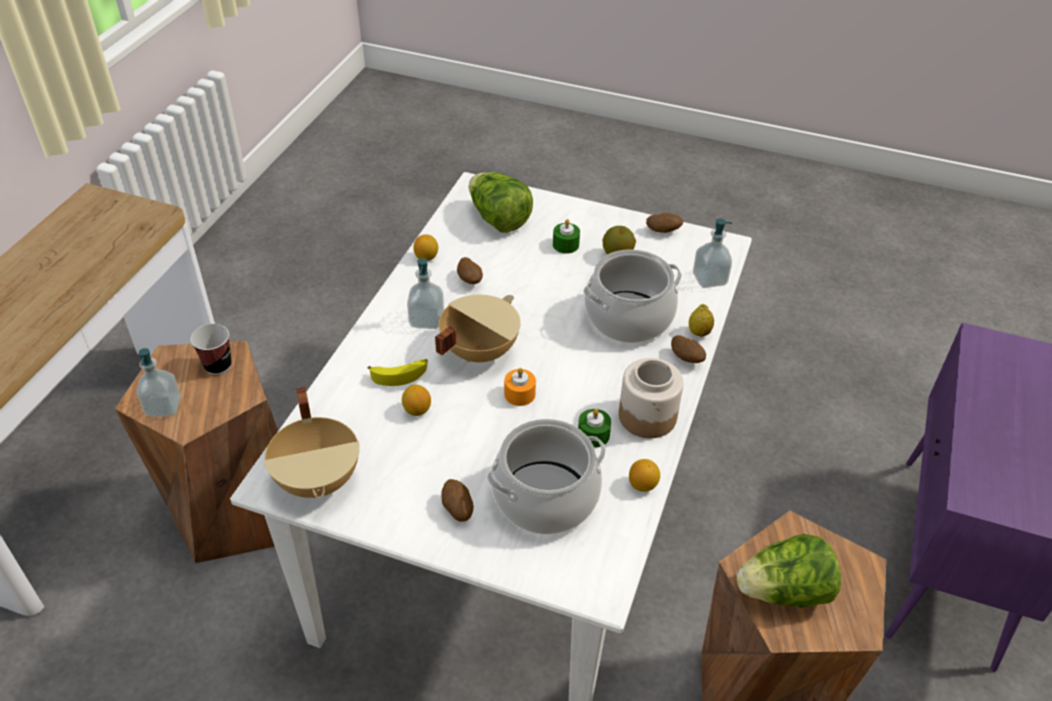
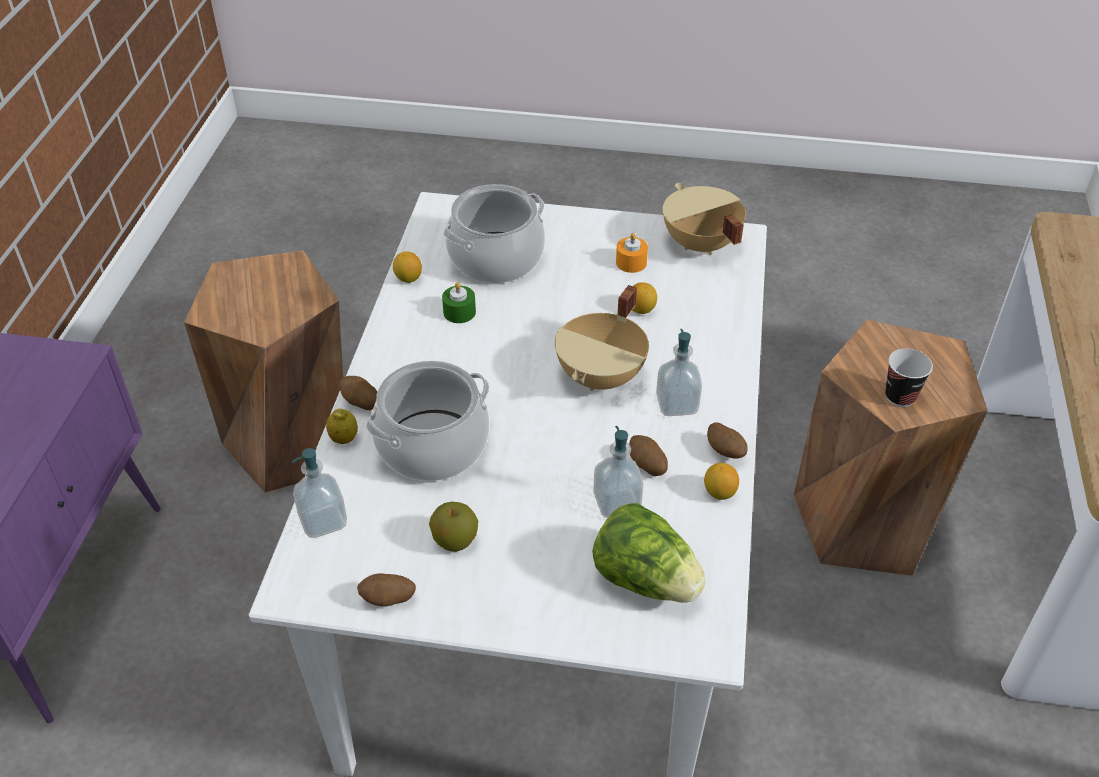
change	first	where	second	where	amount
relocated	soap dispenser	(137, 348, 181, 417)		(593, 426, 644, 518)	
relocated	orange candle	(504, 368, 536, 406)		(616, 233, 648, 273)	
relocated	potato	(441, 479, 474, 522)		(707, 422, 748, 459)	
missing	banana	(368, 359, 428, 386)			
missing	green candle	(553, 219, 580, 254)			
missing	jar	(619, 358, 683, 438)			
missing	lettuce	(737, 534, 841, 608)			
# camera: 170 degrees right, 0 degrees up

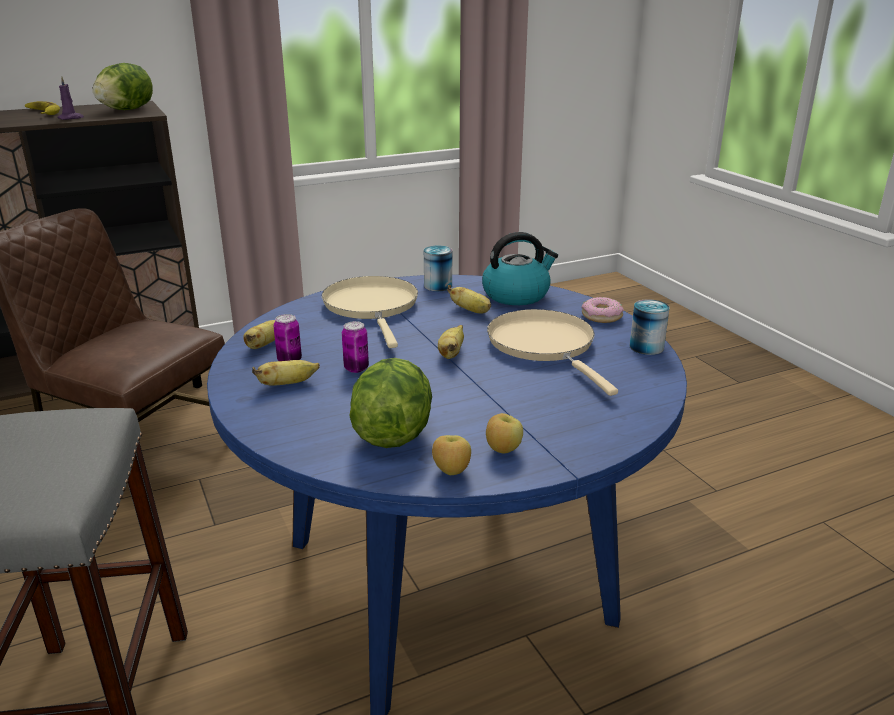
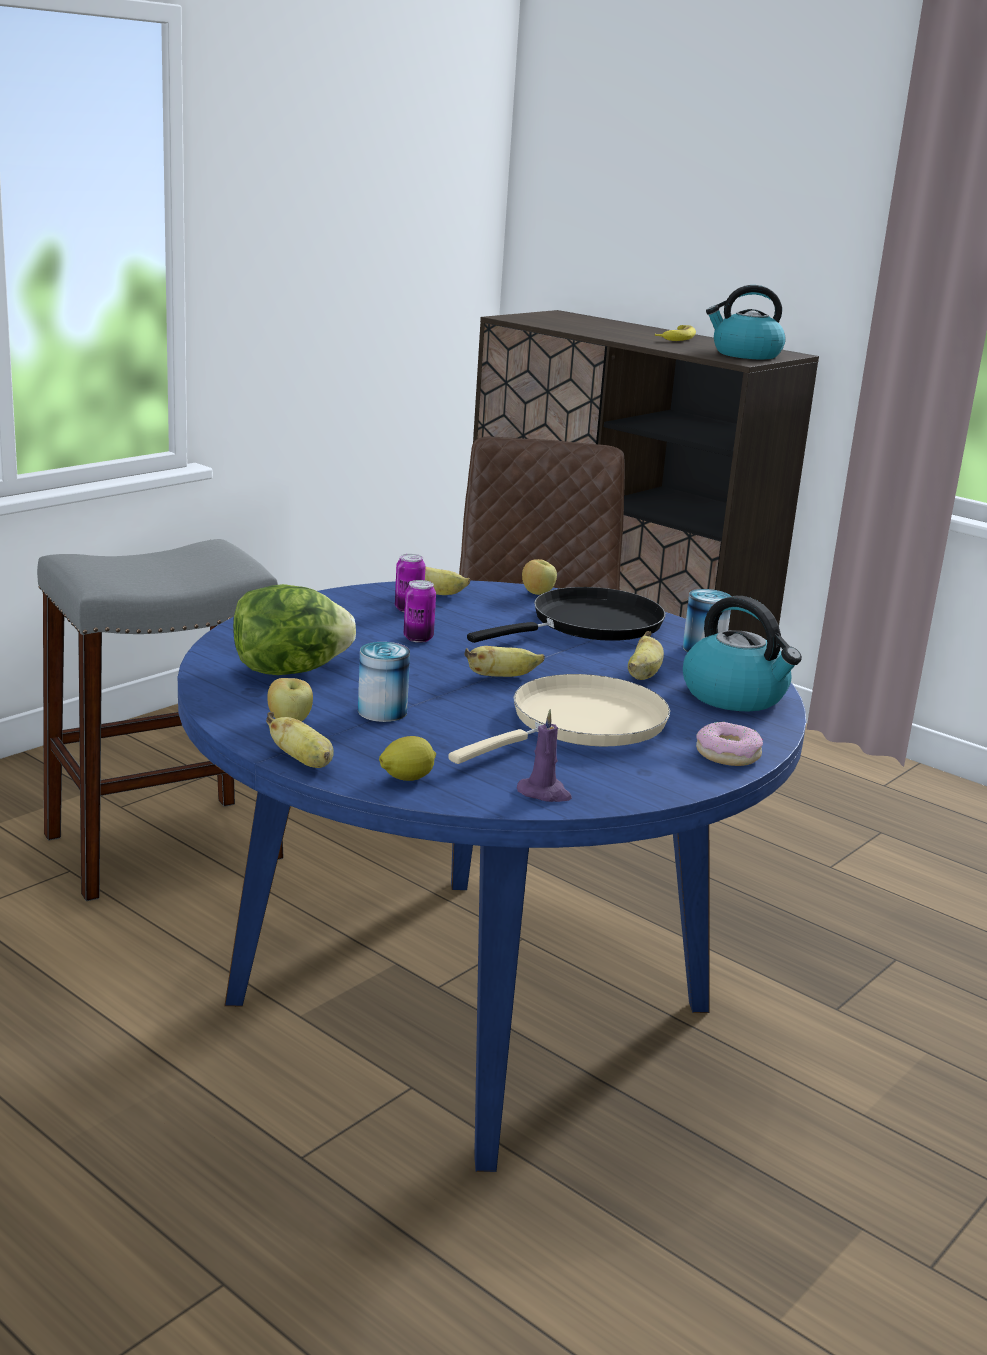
change	first	where	second	where	amount
relocated	banana	(252, 360, 320, 386)		(266, 712, 334, 768)	
relocated	can	(630, 299, 670, 355)		(358, 642, 410, 722)	
appeared			lemon	(379, 736, 436, 781)	
colour	beige frying pan	(322, 276, 418, 348)	black frying pan	(467, 587, 665, 643)	
relocated	purple candle	(58, 76, 84, 120)		(517, 709, 572, 802)	
relocated	apple	(432, 435, 471, 475)		(522, 559, 557, 595)	
exchanged	lettuce	(93, 63, 153, 110)	kettle	(706, 285, 786, 359)	
# camera: 65 degrees right, 5 degrees down

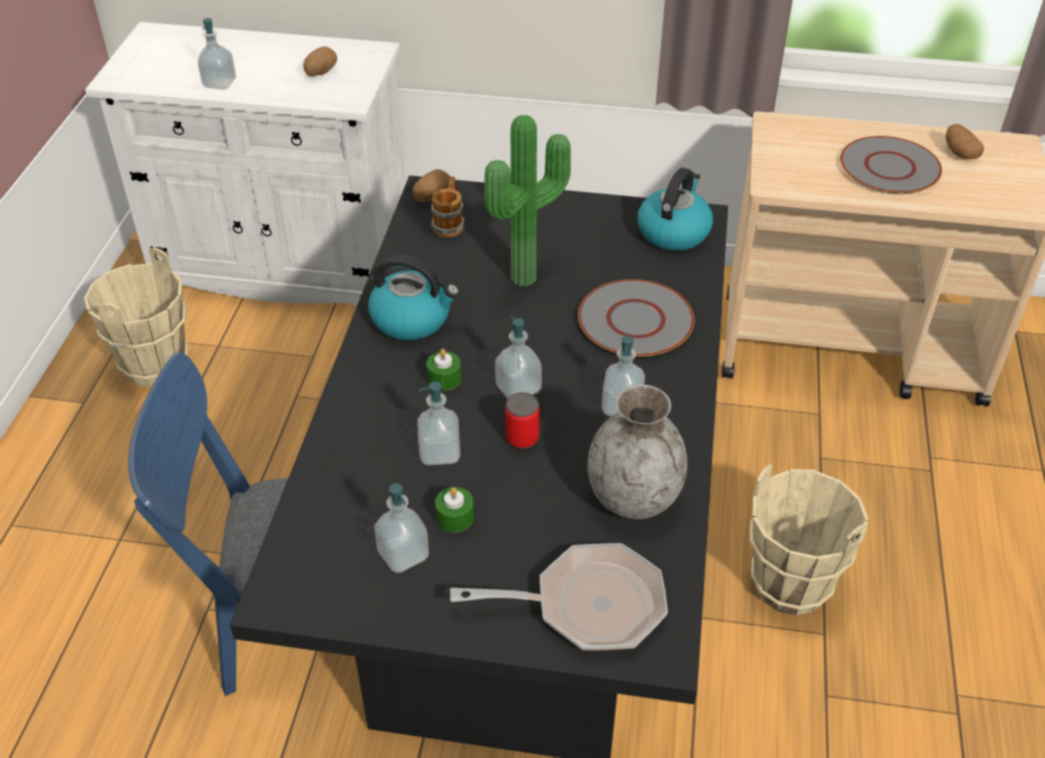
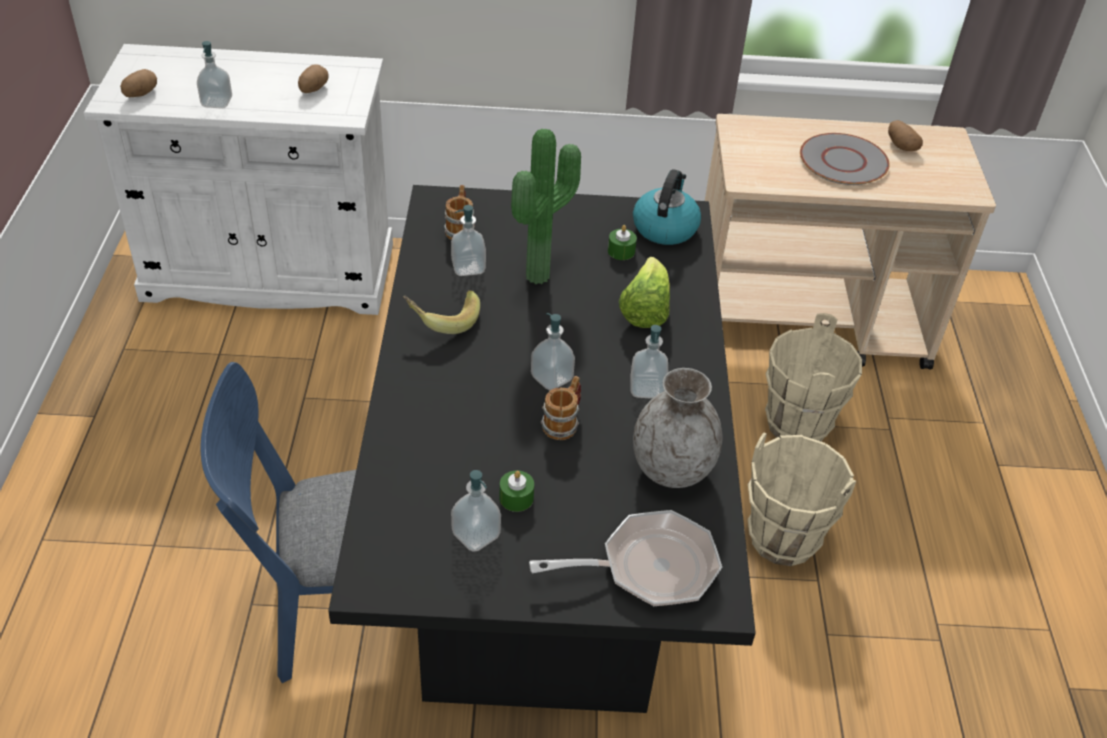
change	first	where	second	where	amount
relocated	potato	(413, 169, 450, 202)		(120, 69, 157, 97)	
exchanged	kettle	(368, 255, 459, 340)	banana	(403, 290, 480, 334)	
relocated	soap dispenser	(417, 381, 460, 465)		(451, 205, 486, 276)	
exchanged	can	(505, 392, 539, 449)	mug	(541, 376, 581, 440)	
relocated	green candle	(427, 349, 461, 391)		(608, 225, 637, 260)	
exchanged	grey plate	(578, 279, 694, 357)	lettuce	(619, 257, 670, 328)	
relocated	beige bucket	(84, 248, 188, 387)		(765, 313, 862, 441)	
# camera: 10 degrees left, 0 degrees up

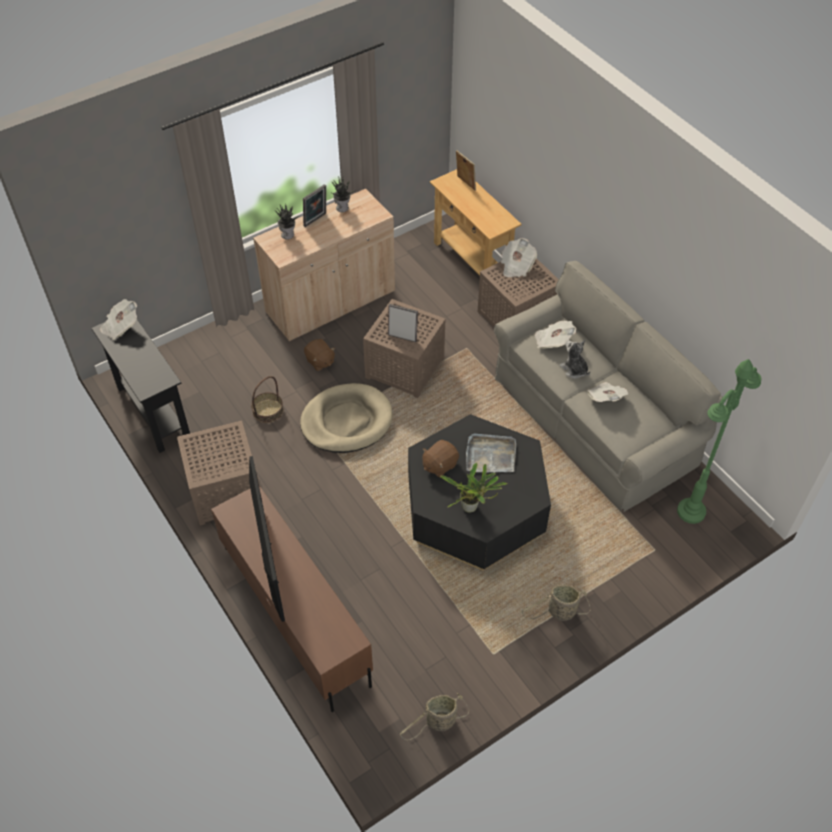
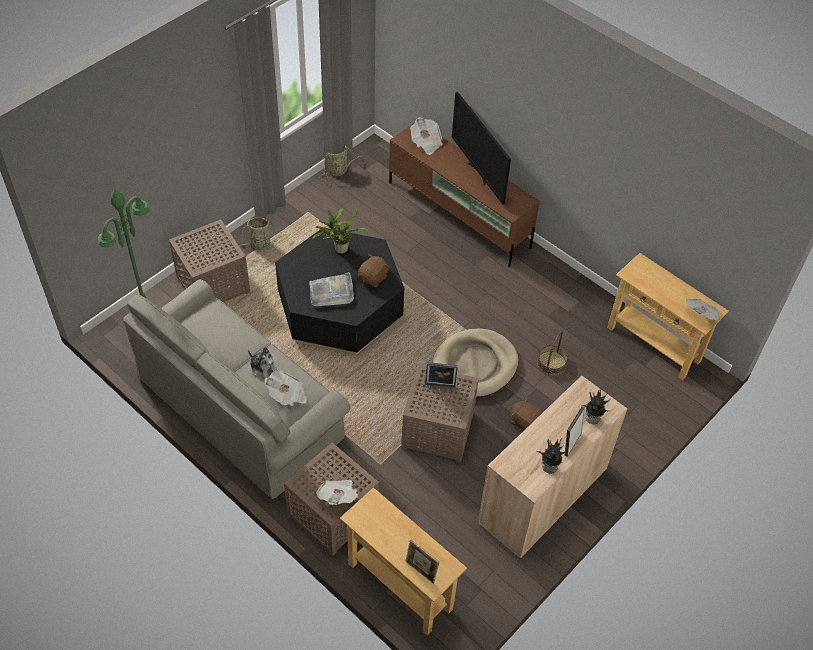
change	first	where	second	where	amount
relocated	brown side table	(177, 421, 259, 525)		(169, 219, 250, 302)	
relocated	newspaper	(587, 382, 628, 402)		(410, 117, 443, 155)	
colour	black console table	(92, 319, 190, 453)	beige console table	(607, 253, 729, 380)	
# camera: 165 degrees right, 0 degrees up

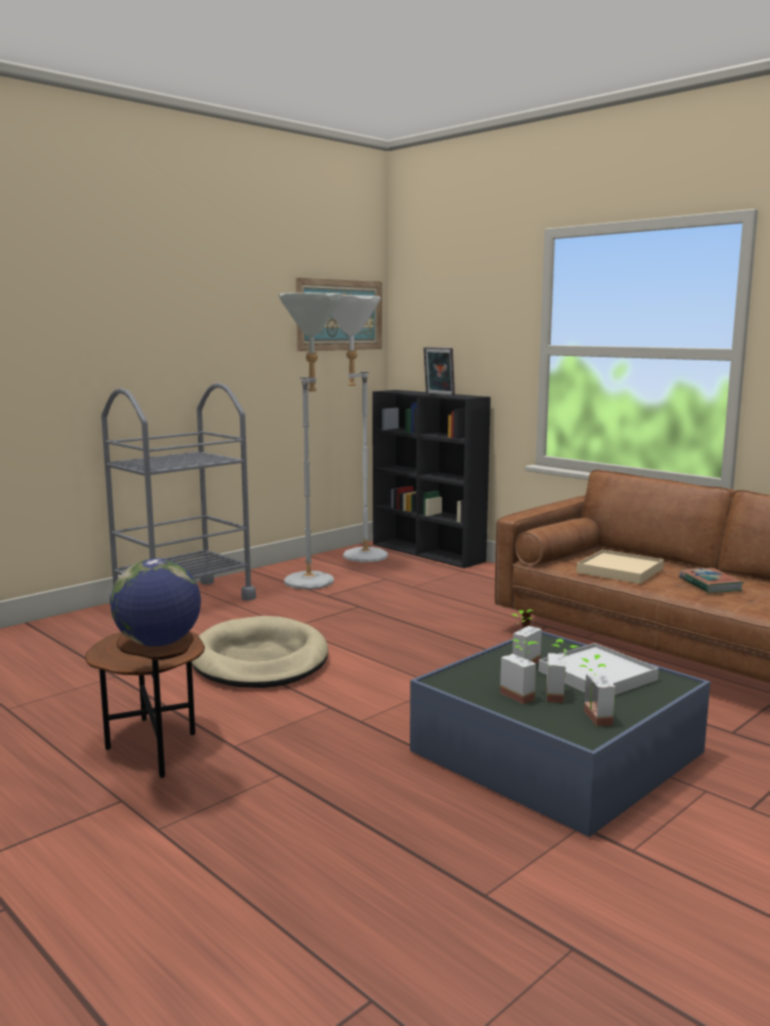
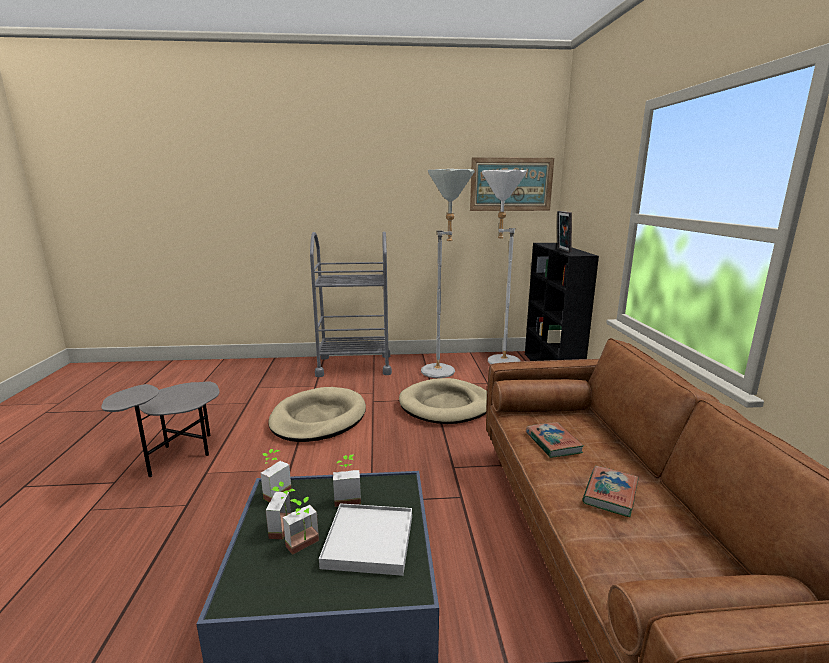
change	first	where	second	where	amount
colour	brown side table	(85, 631, 205, 778)	grey side table	(101, 381, 219, 477)	
relocated	potted plant	(579, 654, 615, 726)		(261, 449, 291, 502)	
appeared			beige dog bed	(399, 378, 487, 424)	
exchanged	beige tray	(577, 550, 664, 584)	book	(526, 422, 584, 458)	
missing	globe	(110, 558, 201, 647)			
# camera: 40 degrees right, 5 degrees up

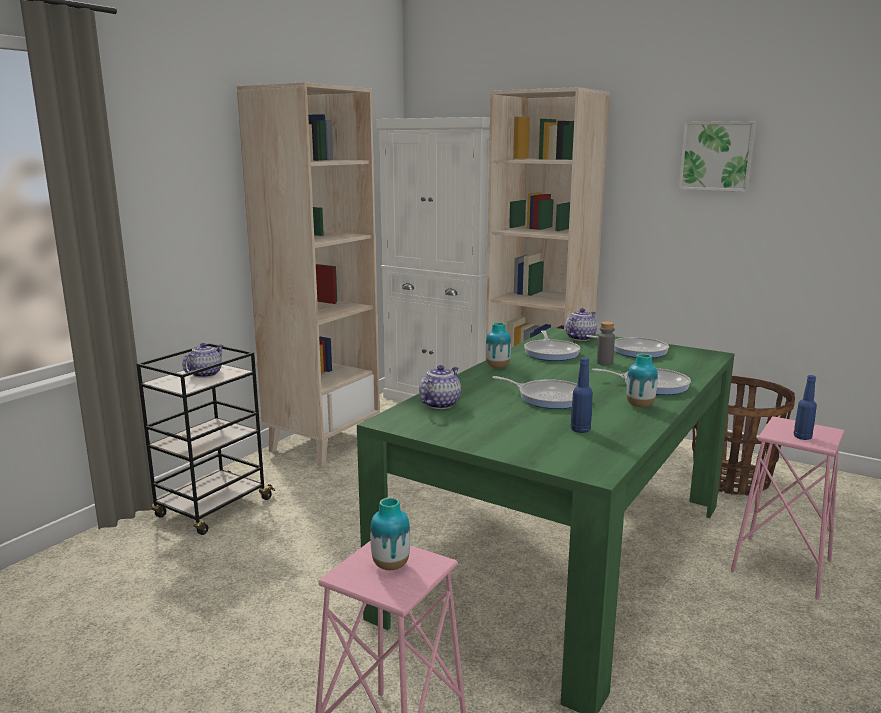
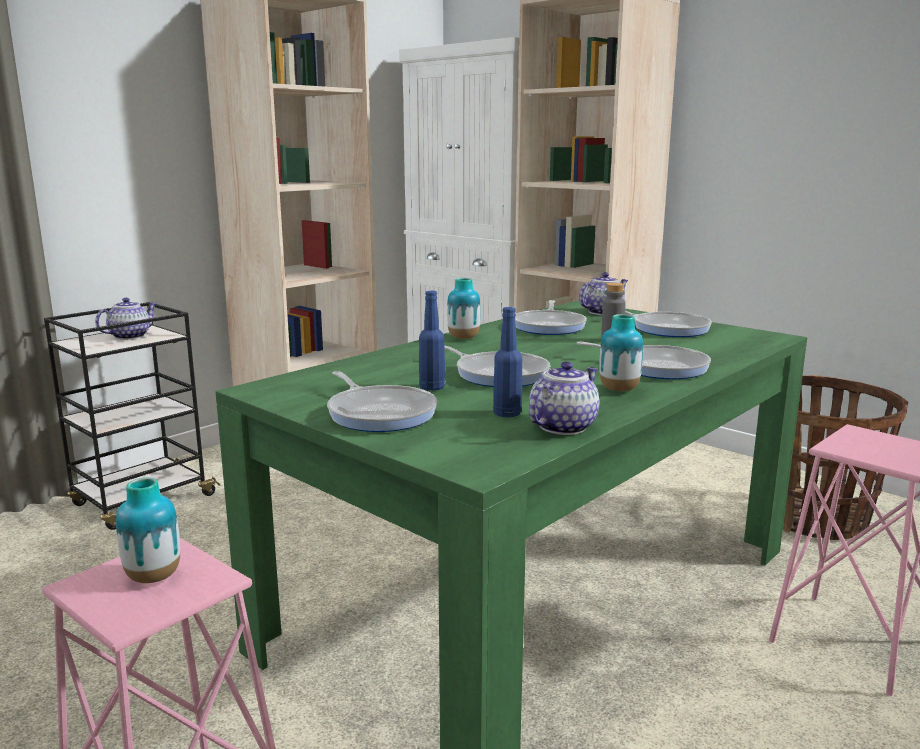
change	first	where	second	where	amount
appeared			frying pan	(327, 371, 437, 432)	
relocated	blue bottle	(794, 375, 817, 440)		(419, 291, 445, 391)	
relocated	teapot	(419, 365, 461, 409)		(528, 361, 600, 435)	
missing	picture	(679, 121, 756, 192)			
# camera: 10 degrees right, 0 degrees up

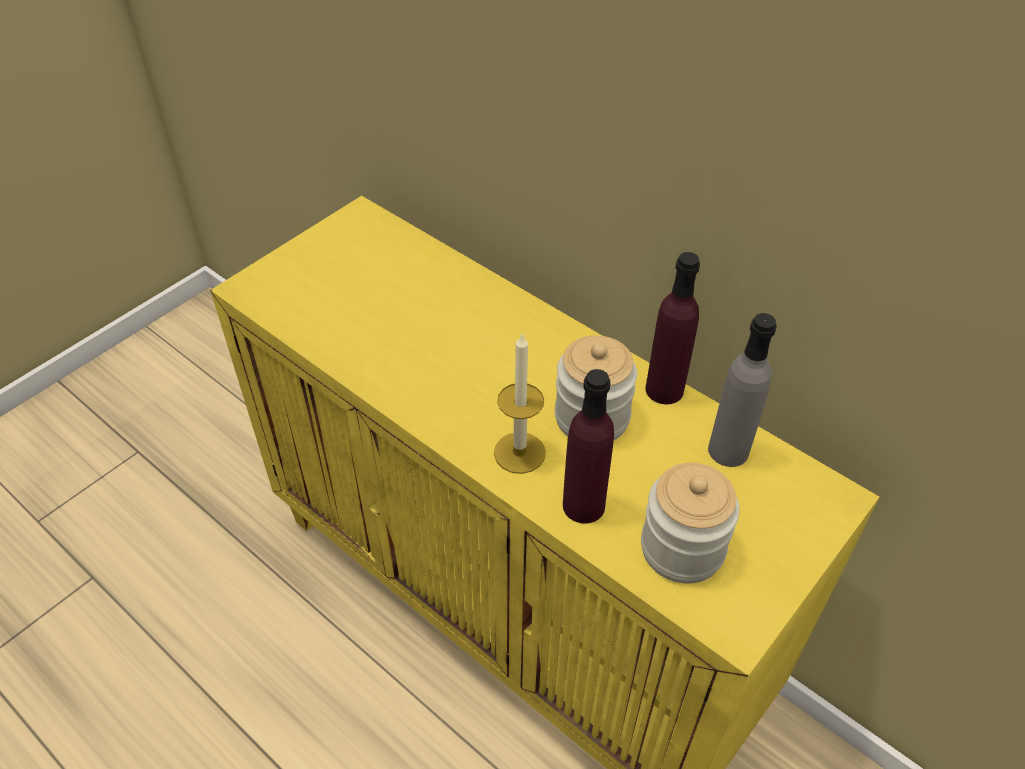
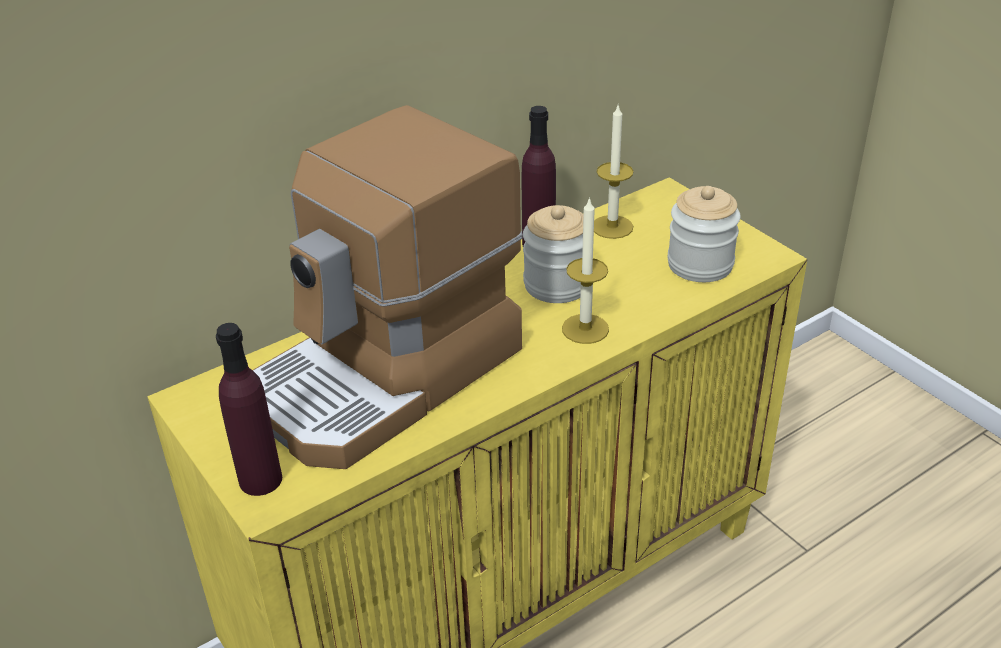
change	first	where	second	where	amount
relocated	purple bottle	(563, 369, 614, 524)		(216, 323, 282, 496)	
appeared			coffee machine	(253, 105, 522, 469)	
exchanged	grey bottle	(708, 313, 777, 467)	candle	(594, 105, 633, 239)	
# camera: 75 degrees left, 10 degrees down

